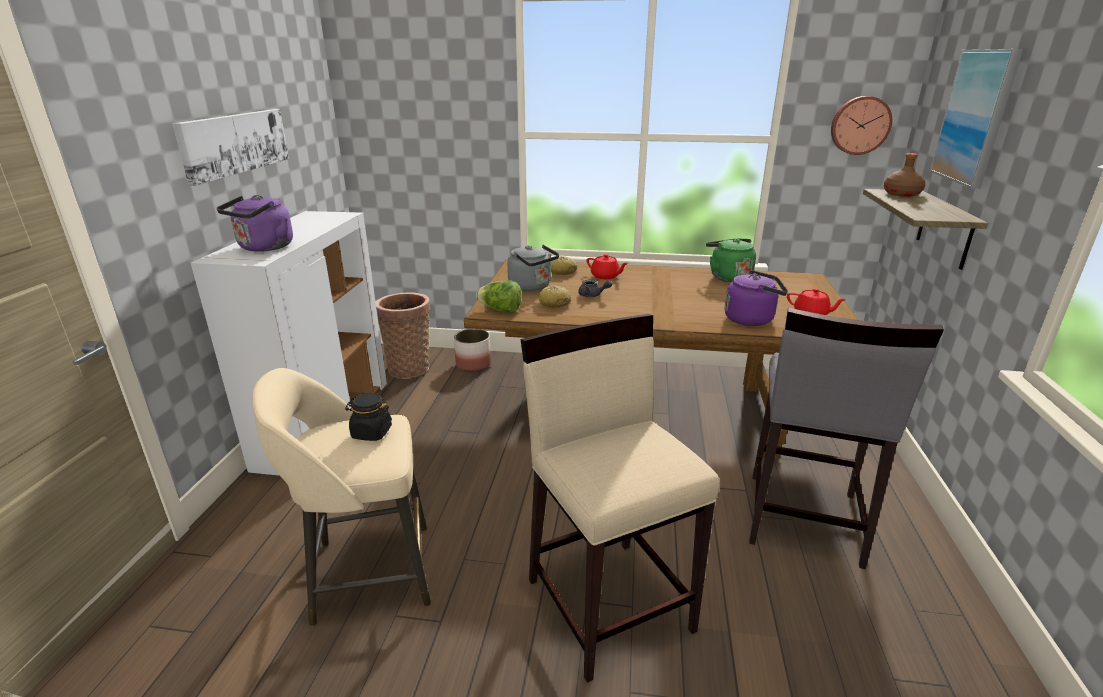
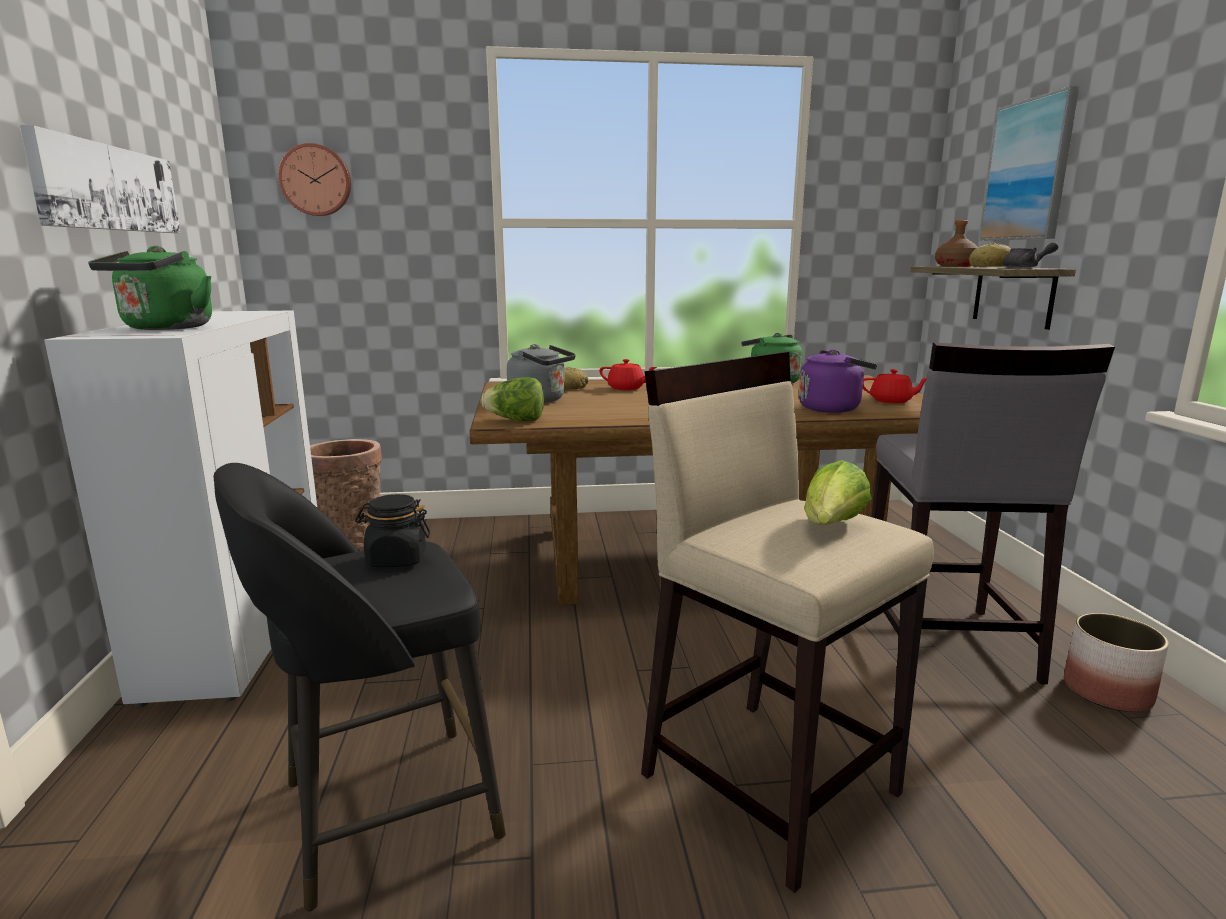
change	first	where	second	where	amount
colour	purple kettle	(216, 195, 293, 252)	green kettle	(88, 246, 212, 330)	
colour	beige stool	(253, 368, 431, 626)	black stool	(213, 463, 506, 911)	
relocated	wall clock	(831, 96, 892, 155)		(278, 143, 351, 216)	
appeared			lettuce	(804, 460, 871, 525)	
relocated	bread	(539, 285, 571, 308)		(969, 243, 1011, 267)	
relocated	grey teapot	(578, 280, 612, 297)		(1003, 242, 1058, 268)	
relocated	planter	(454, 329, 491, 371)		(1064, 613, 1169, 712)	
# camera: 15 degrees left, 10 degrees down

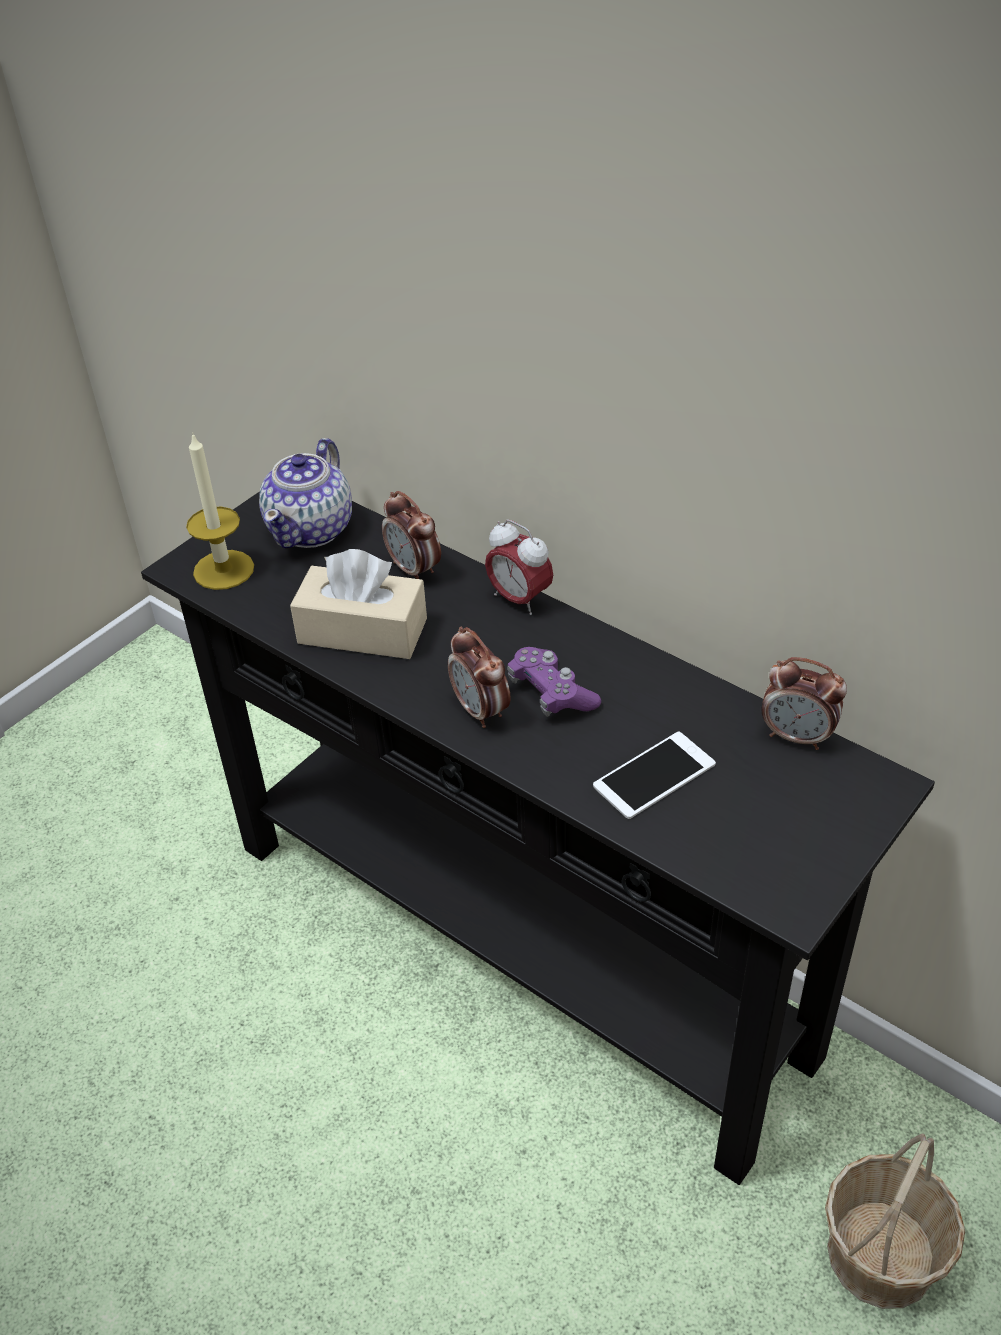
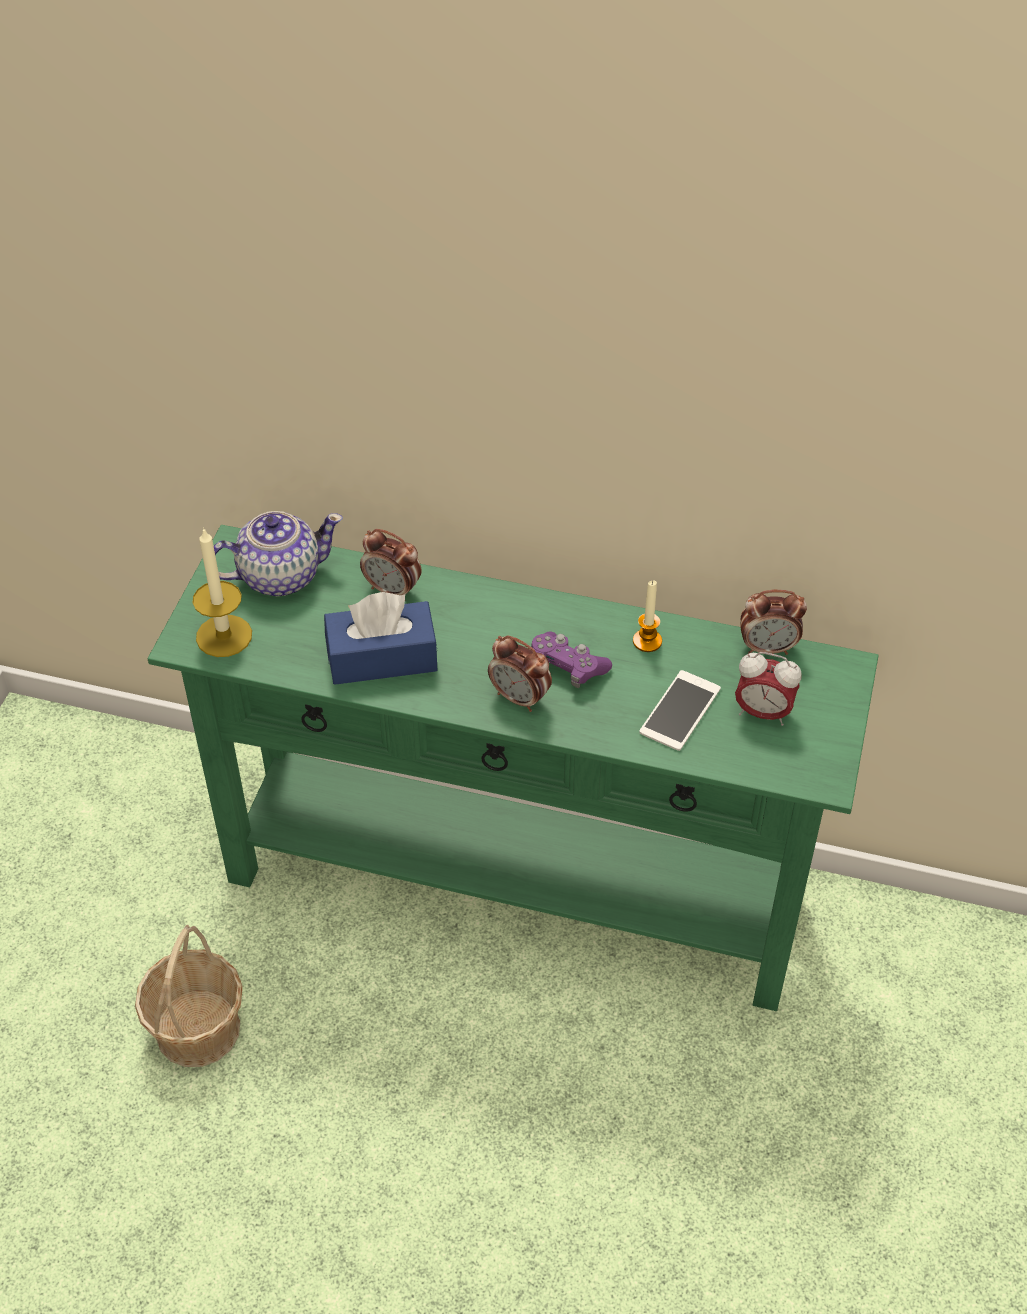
change	first	where	second	where	amount
relocated	basket	(825, 1133, 965, 1309)		(135, 925, 243, 1067)	
colour	black console table	(141, 492, 935, 1185)	green console table	(147, 525, 879, 1011)	
spun	teapot	(259, 438, 352, 549)		(214, 511, 343, 596)	105 degrees counterclockwise
colour	beige tissue box	(290, 549, 427, 659)	blue tissue box	(324, 592, 437, 685)	
appeared			candle	(633, 581, 662, 652)	
relocated	alarm clock	(485, 519, 553, 615)		(735, 652, 801, 726)	
# camera: 25 degrees left, 5 degrees up

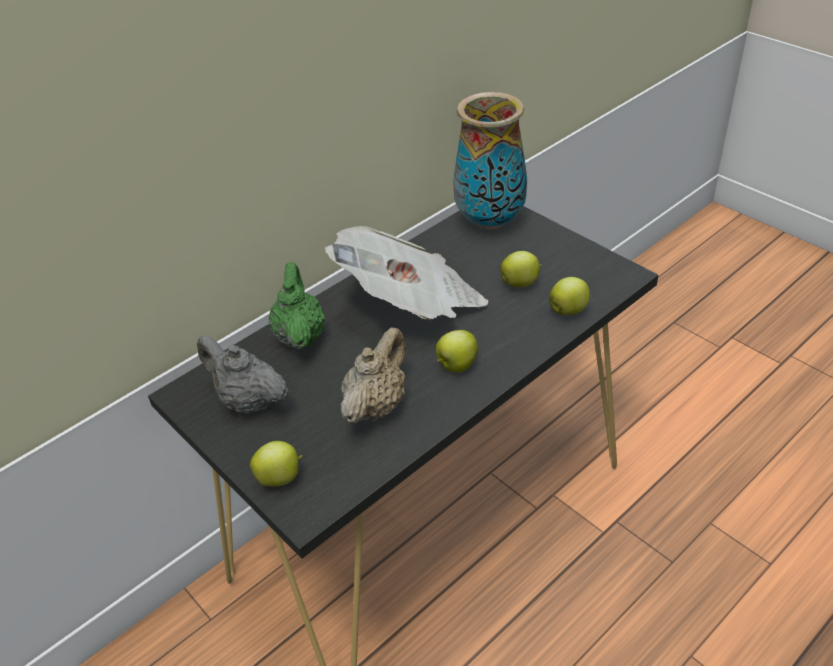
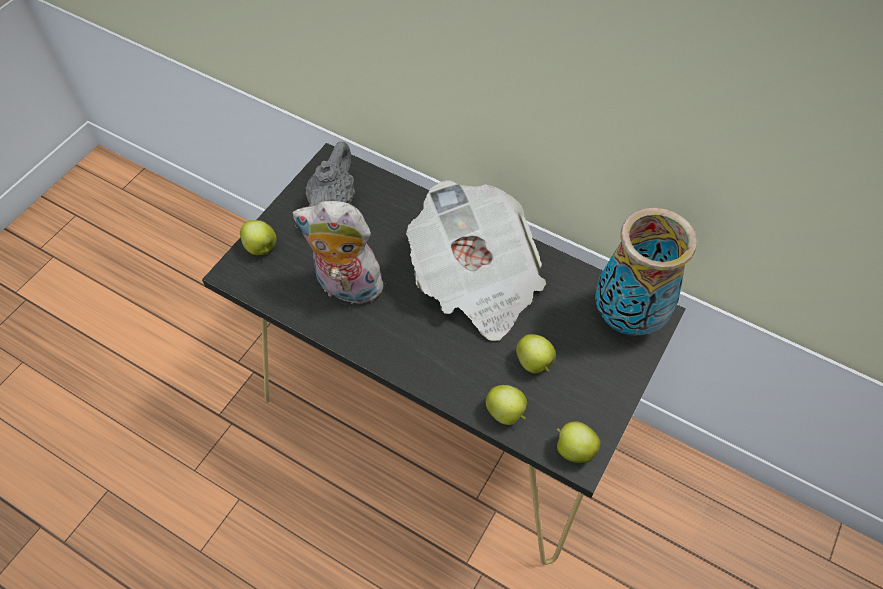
change	first	where	second	where	amount
exchanged	beige teapot	(341, 327, 406, 423)	plush toy	(293, 201, 386, 304)	
relocated	apple	(436, 330, 478, 372)		(556, 421, 600, 463)	
missing	green teapot	(269, 262, 325, 350)			
# camera: 70 degrees right, 15 degrees up

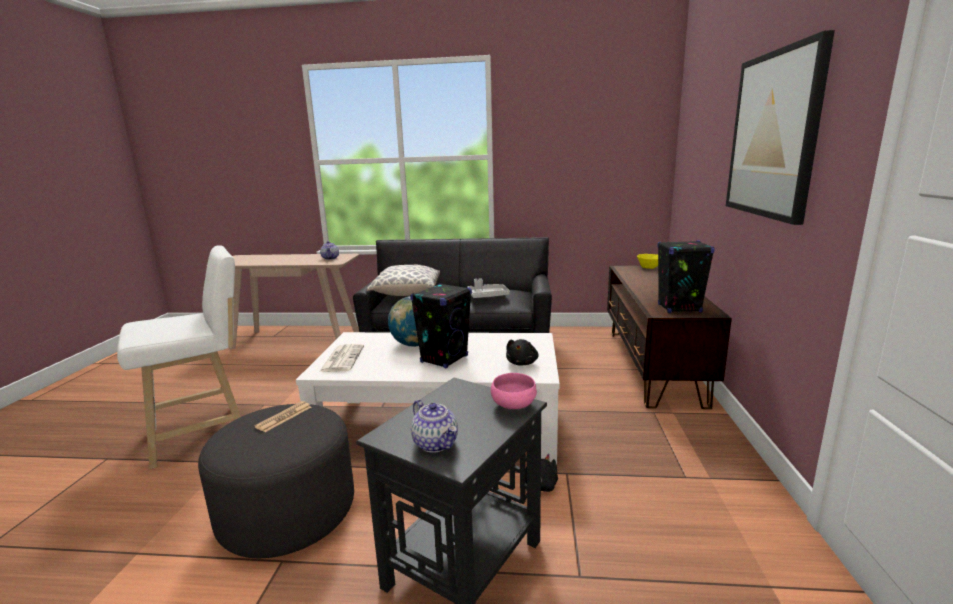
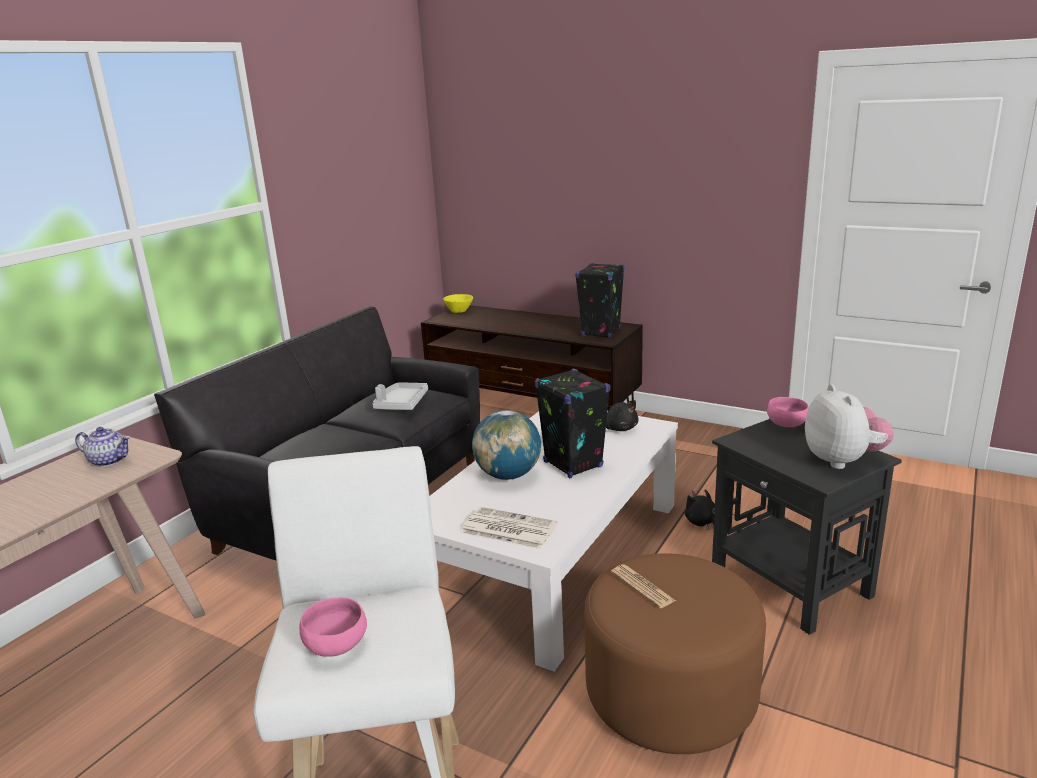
change	first	where	second	where	amount
appeared			pink bowl	(299, 597, 367, 657)	
colour	grey ottoman	(198, 404, 354, 558)	brown ottoman	(584, 553, 766, 754)	
exchanged	teapot	(411, 400, 458, 453)	plush toy	(805, 384, 893, 469)	
missing	pillow	(366, 265, 440, 296)			
missing	picture	(726, 30, 835, 225)			
# camera: 65 degrees left, 5 degrees up

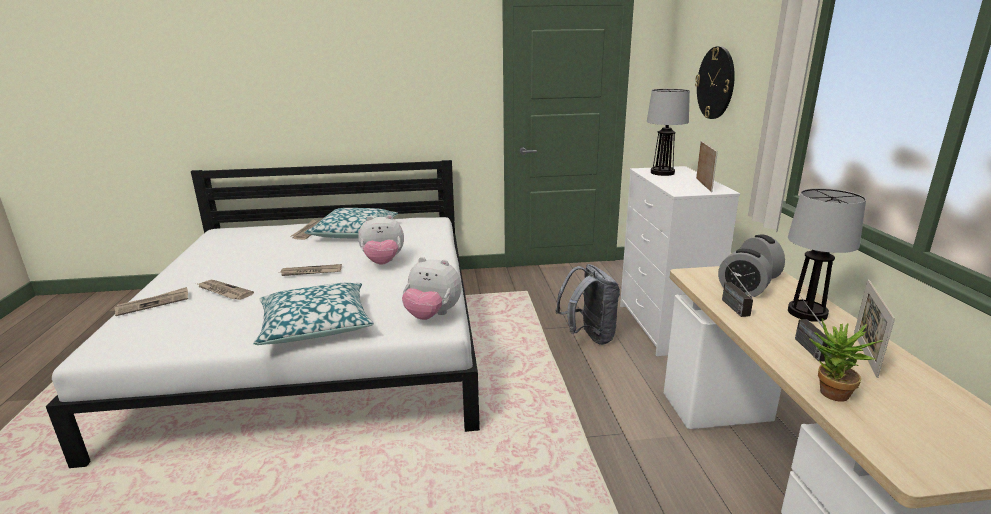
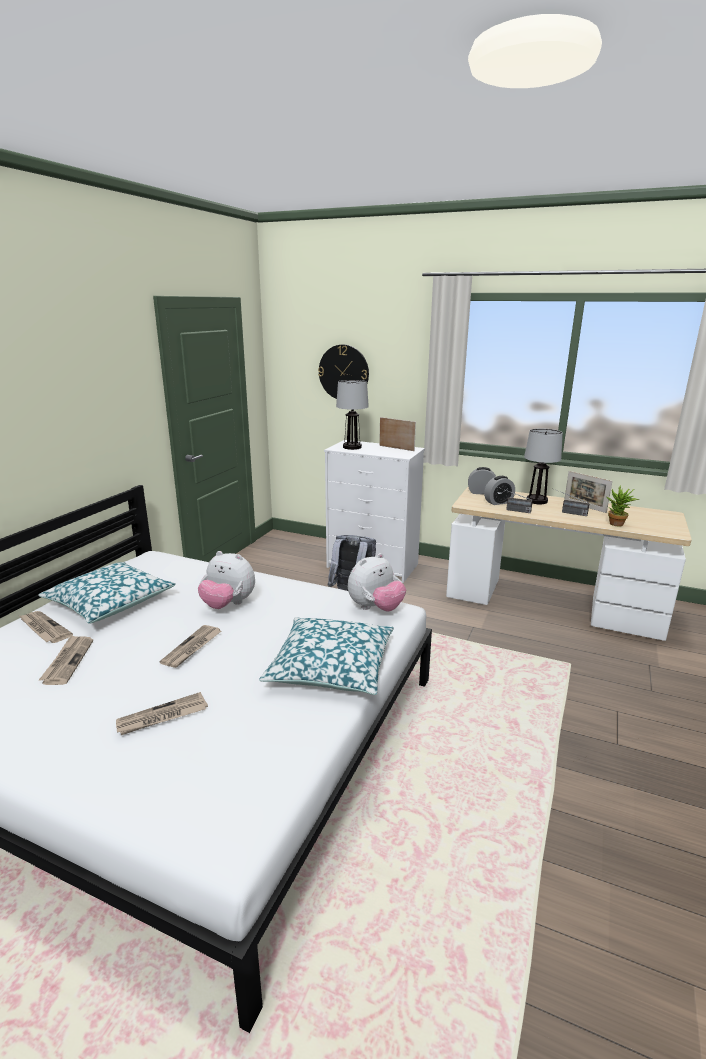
change	first	where	second	where	amount
relocated	newspaper	(114, 287, 188, 316)		(39, 635, 93, 685)	
spun	plush toy	(358, 215, 404, 265)		(198, 551, 255, 609)	90 degrees clockwise
# camera: 60 degrees left, 0 degrees up

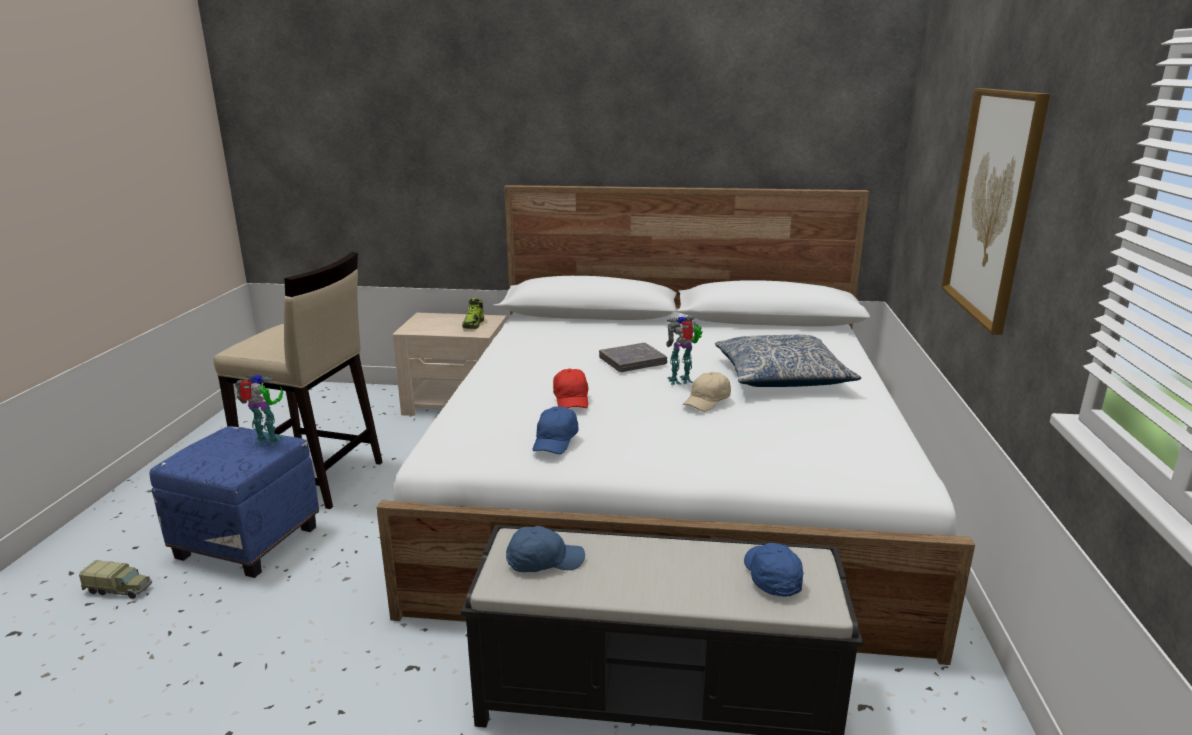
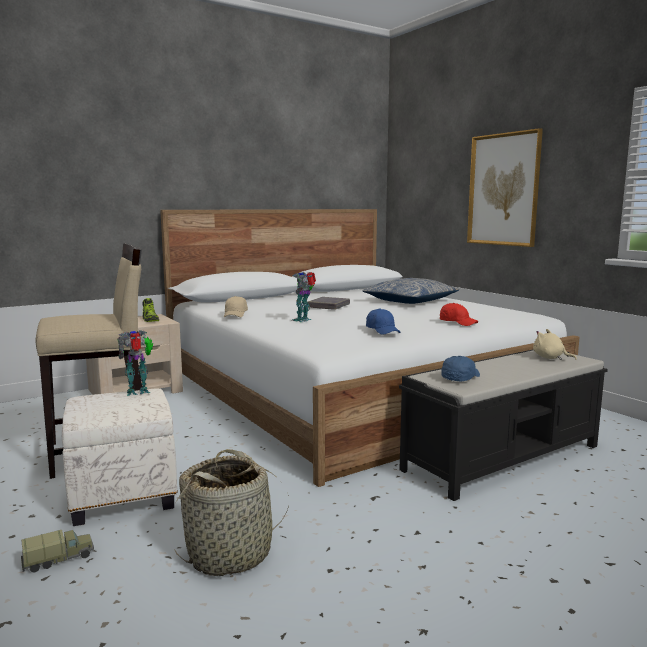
change	first	where	second	where	amount
colour	blue ottoman	(149, 426, 319, 578)	white ottoman	(62, 389, 178, 526)	
appeared			basket	(174, 449, 289, 576)	
relocated	beige cap	(683, 372, 731, 412)		(224, 296, 248, 317)	
relocated	toy robot	(666, 316, 703, 385)		(292, 272, 316, 322)	
relocated	red cap	(553, 368, 588, 408)		(440, 303, 478, 326)	
exchanged	blue cap	(744, 543, 804, 597)	beige plush toy	(533, 329, 577, 360)	
# camera: 40 degrees left, 10 degrees down

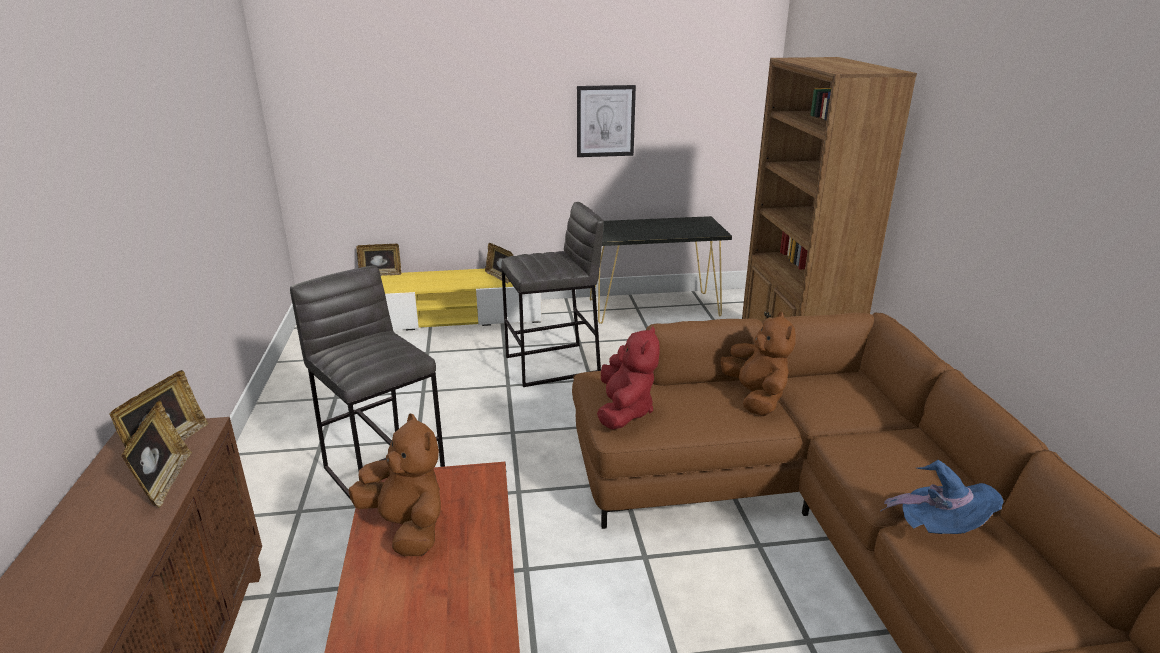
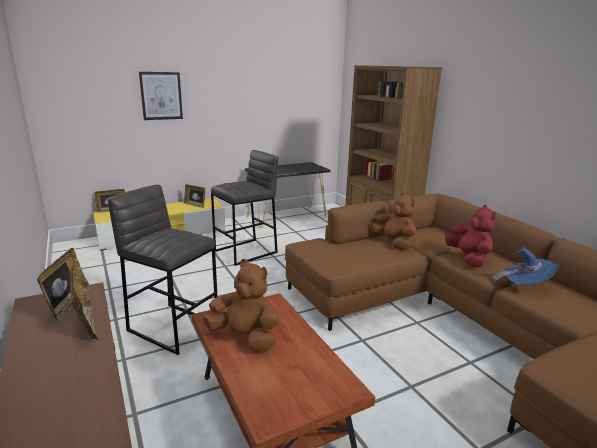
change	first	where	second	where	amount
relocated	picture	(577, 85, 636, 157)		(139, 72, 183, 120)	
relocated	red plush toy	(597, 326, 660, 430)		(445, 205, 496, 268)	
# camera: 20 degrees left, 5 degrees down

